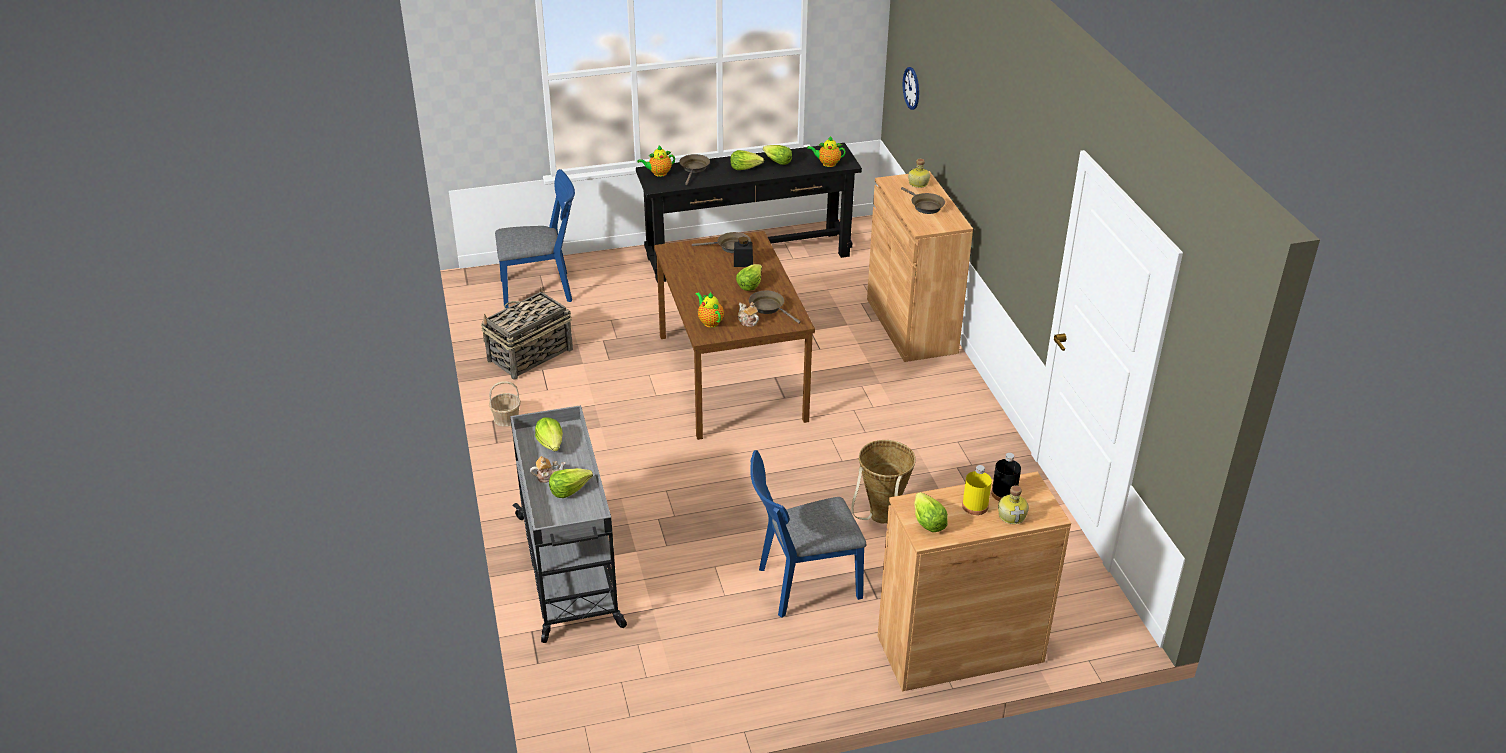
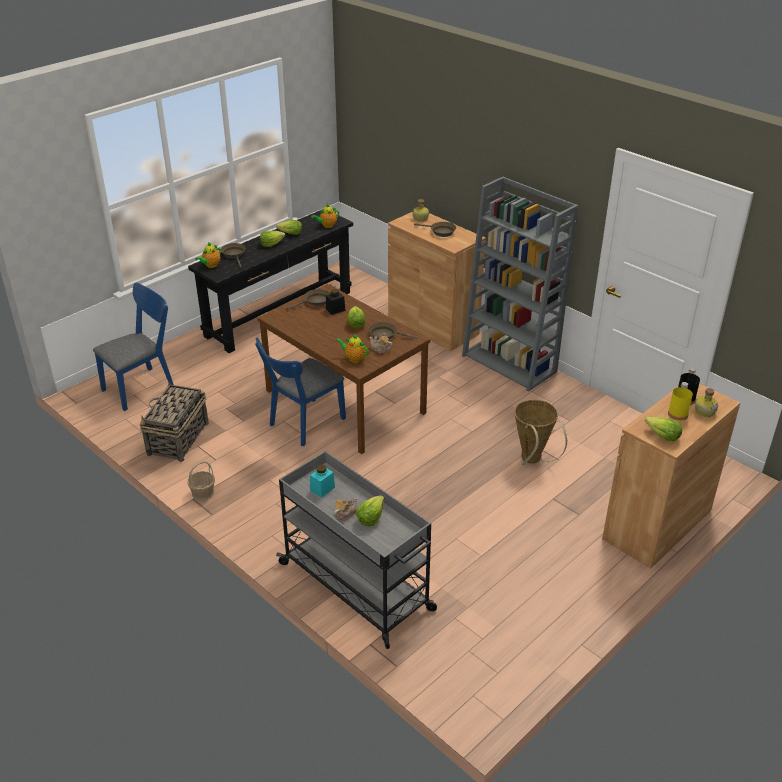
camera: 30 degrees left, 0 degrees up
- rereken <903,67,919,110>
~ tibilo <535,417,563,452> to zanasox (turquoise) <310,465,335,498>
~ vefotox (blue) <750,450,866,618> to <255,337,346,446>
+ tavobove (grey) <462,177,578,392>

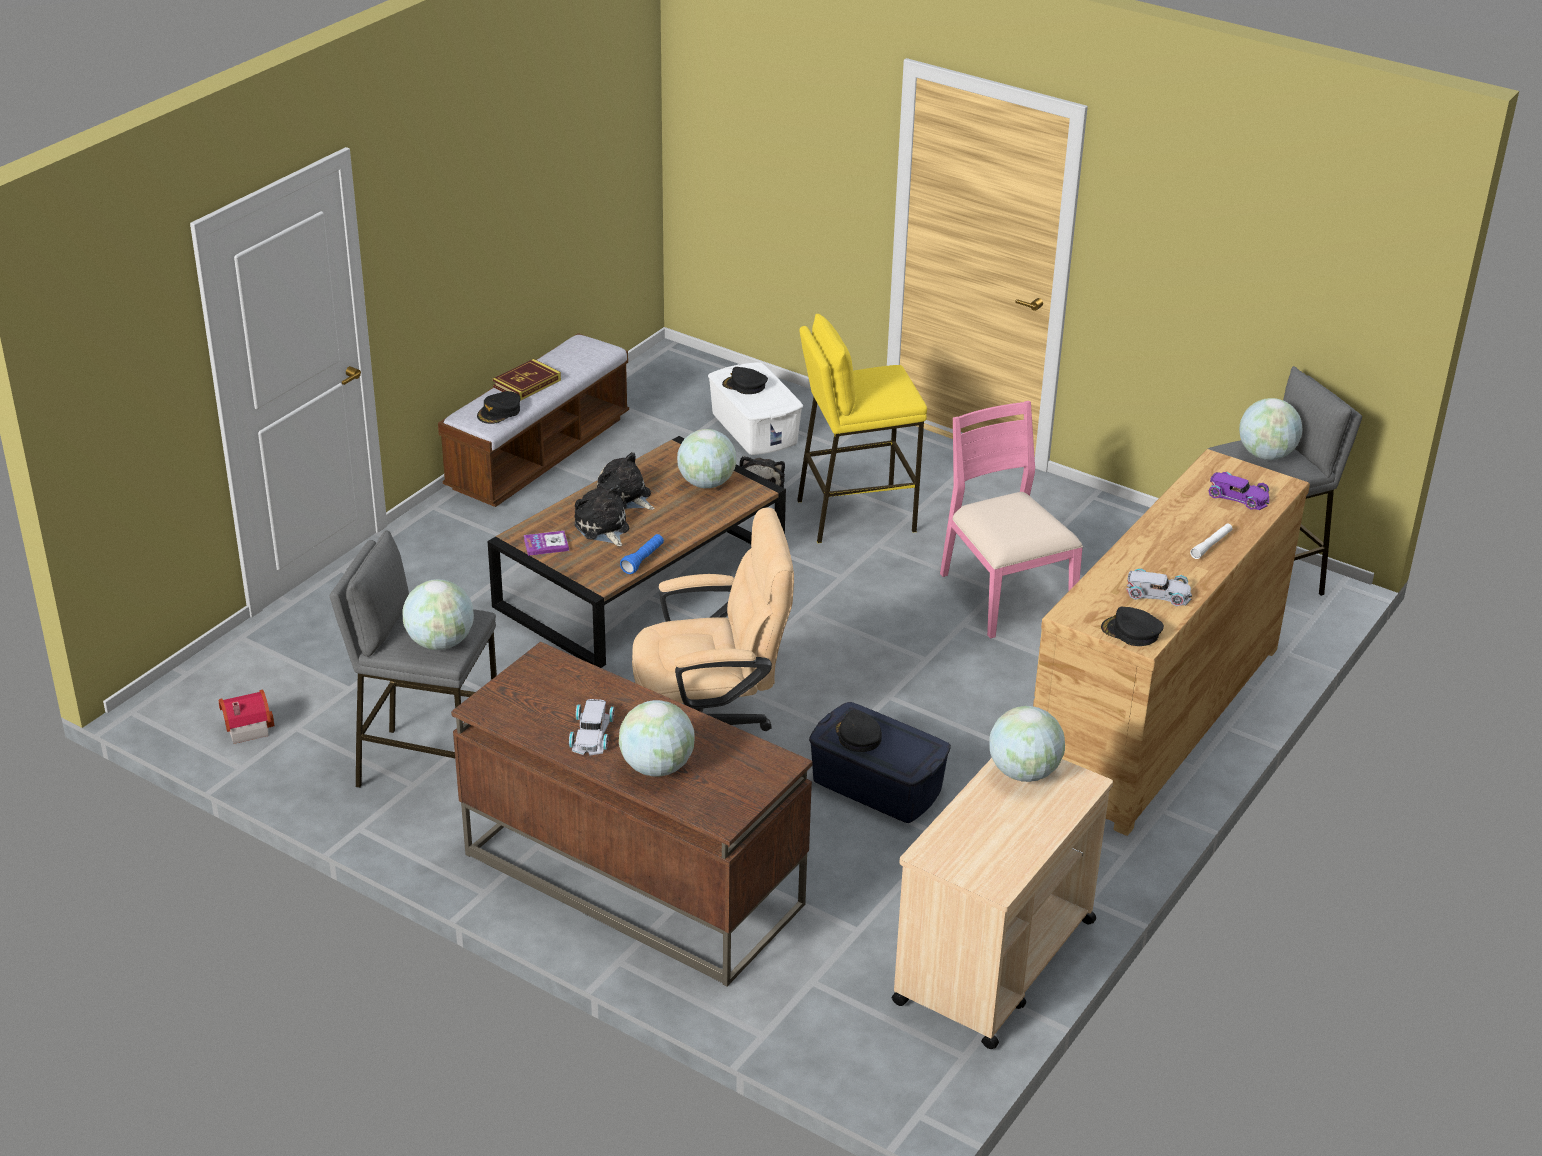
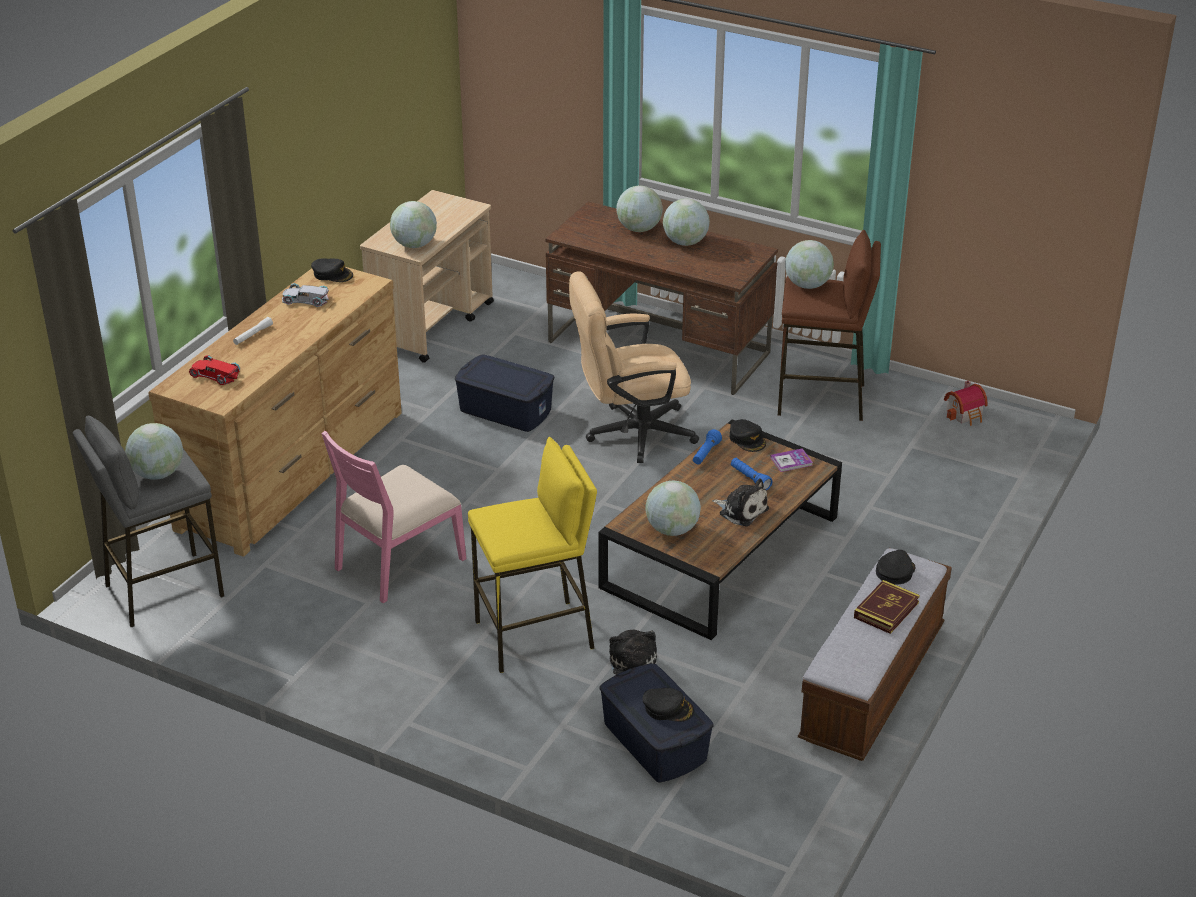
camera: 175 degrees right, 0 degrees up
~ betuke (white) <708,362,803,455> to betuke (blue) <600,663,714,783>
~ vefotox (pink) <940,401,1083,639> = <321,431,466,603> 75 degrees clockwise
~ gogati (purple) <1208,472,1270,510> to gogati (red) <189,355,240,385>
~ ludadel <575,485,629,546> to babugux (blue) <731,458,772,490>
~ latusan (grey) <330,530,497,788> to latusan (brown) <778,230,881,421>
~ gogati (white) <569,699,614,756> to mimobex <663,198,710,246>
~ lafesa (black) <835,710,882,752> to <730,419,766,452>

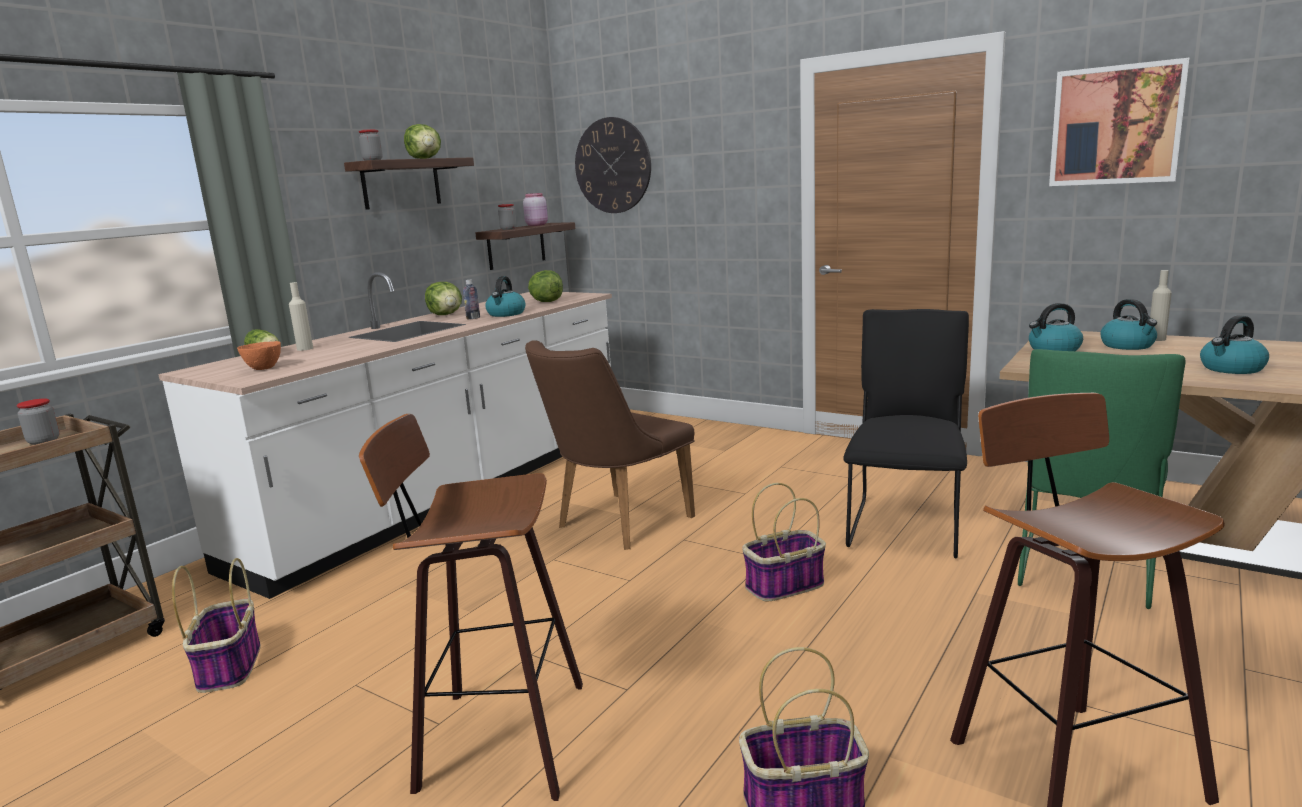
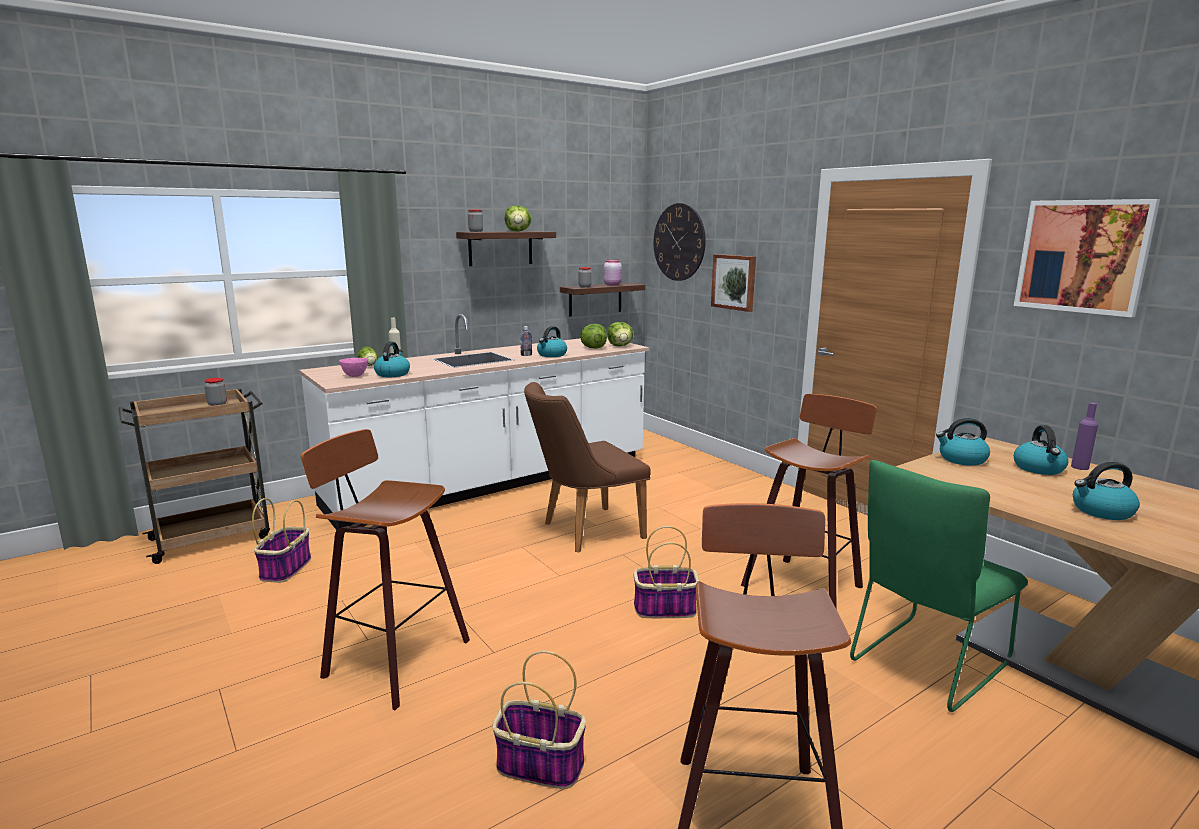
camera: 20 degrees right, 0 degrees up
~ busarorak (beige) <1150,270,1172,341> to busarorak (purple) <1071,403,1098,470>
~ tibilo <425,282,462,315> to <607,322,633,346>
~ vefotox (black) <843,309,969,558> to latusan <741,394,877,608>
~ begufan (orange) <237,341,281,370> to begufan (pink) <339,358,368,377>
+ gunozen <711,254,756,312>
+ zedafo <374,342,410,377>

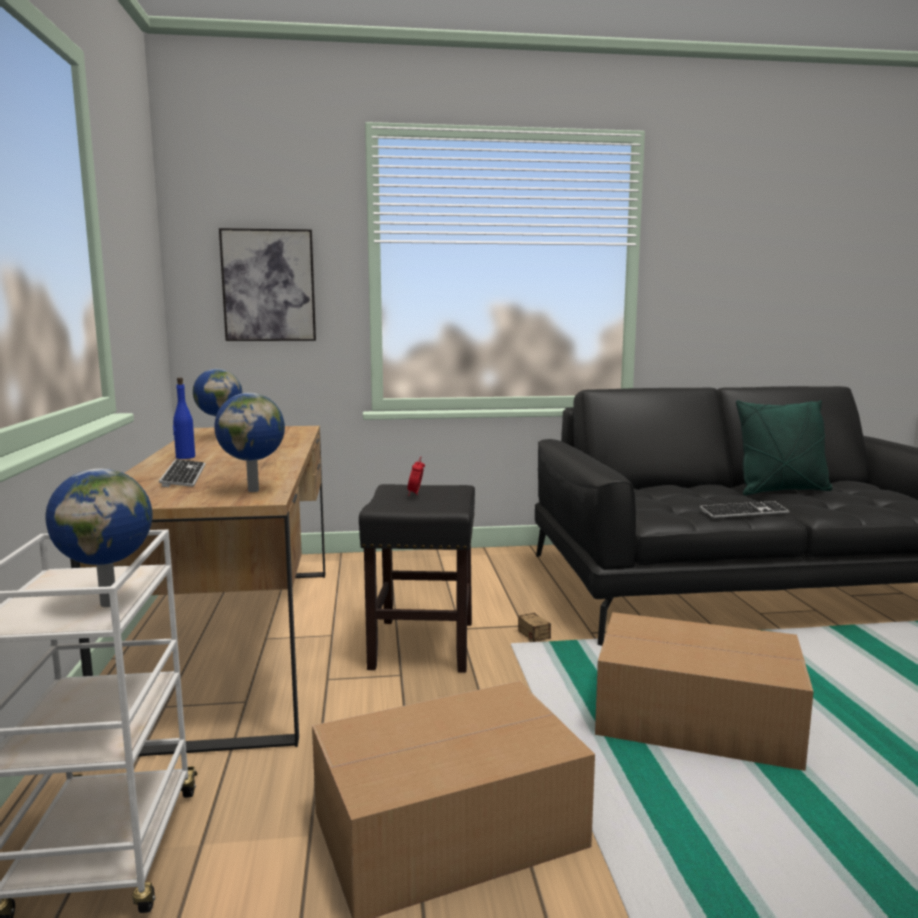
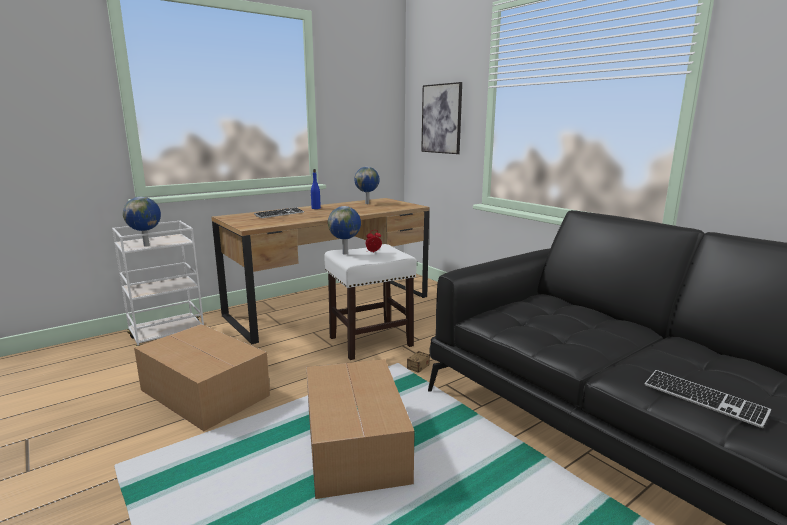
camera: 60 degrees right, 5 degrees up
~ mimobex <214,393,285,492> to <328,206,361,255>
- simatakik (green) <736,400,833,495>
~ latusan (black) <359,484,475,673> to latusan (white) <324,244,417,360>
~ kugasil <700,501,789,518> to <644,370,771,428>

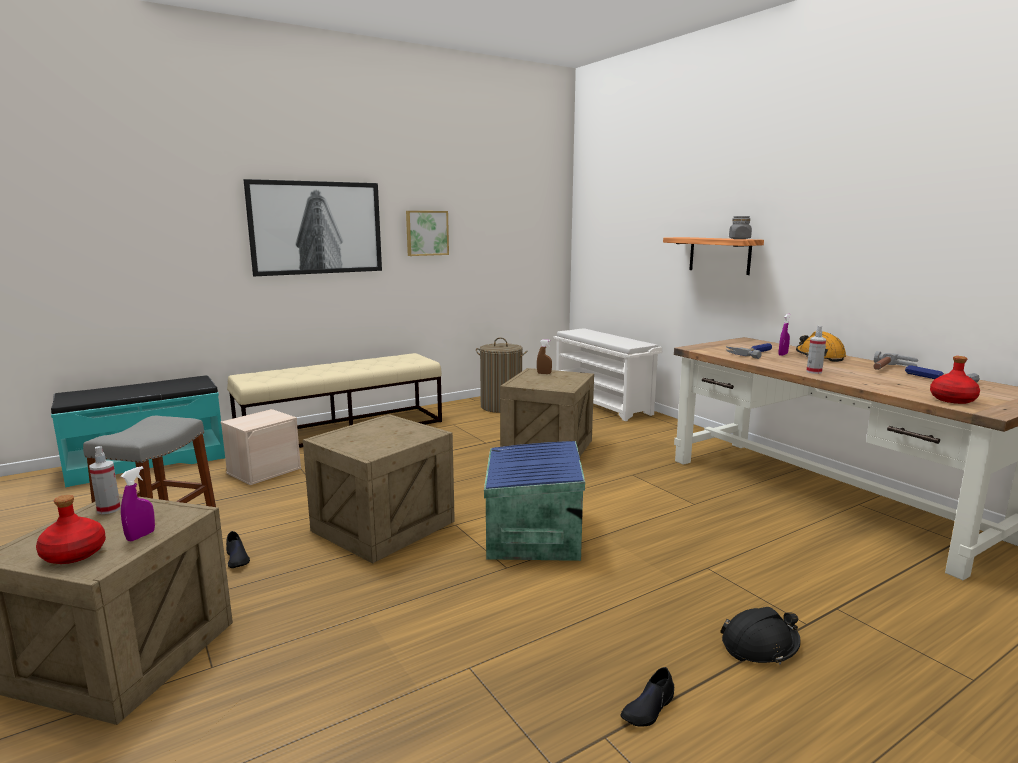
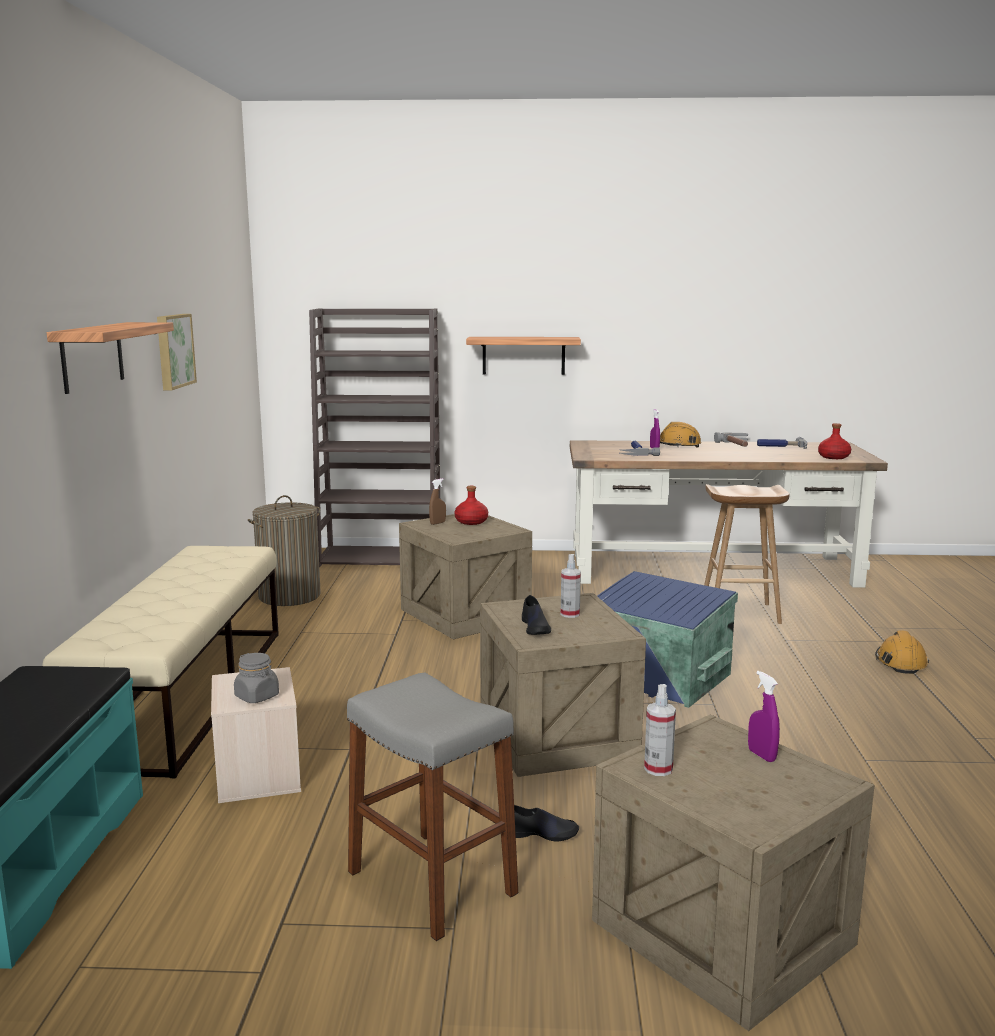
camera: 55 degrees left, 0 degrees up
~ gunozen <243,179,382,276> to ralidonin <47,322,174,394>
~ zanasox (grey) <729,216,752,239> to <234,653,279,703>
~ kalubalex <806,326,826,374> to <561,554,581,618>
~ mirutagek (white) <553,328,662,421> to tavobove (brown) <309,308,440,567>
~ busarorak (red) <36,495,106,564> to <454,486,488,525>
~ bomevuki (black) <720,607,801,665> to bomevuki (orange) <875,630,929,674>
~ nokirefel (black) <621,667,674,726> to <522,595,551,635>
+ latusan (brown) <704,484,790,624>

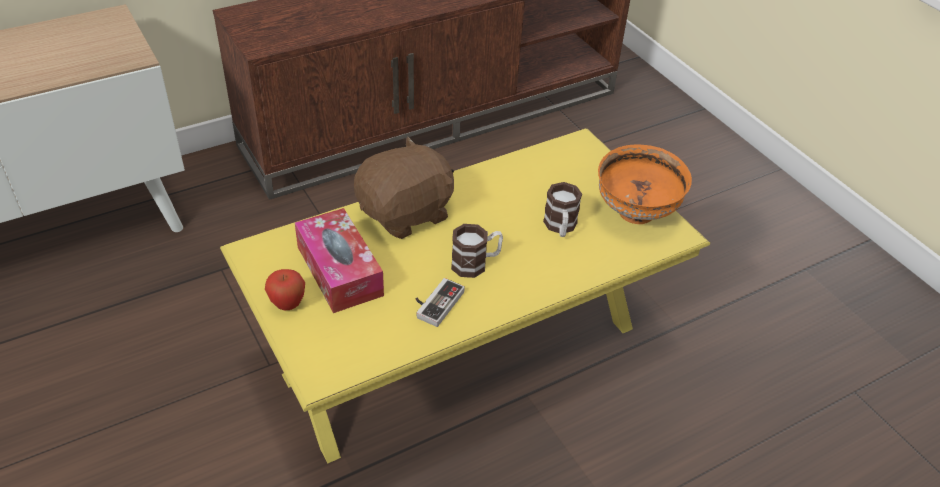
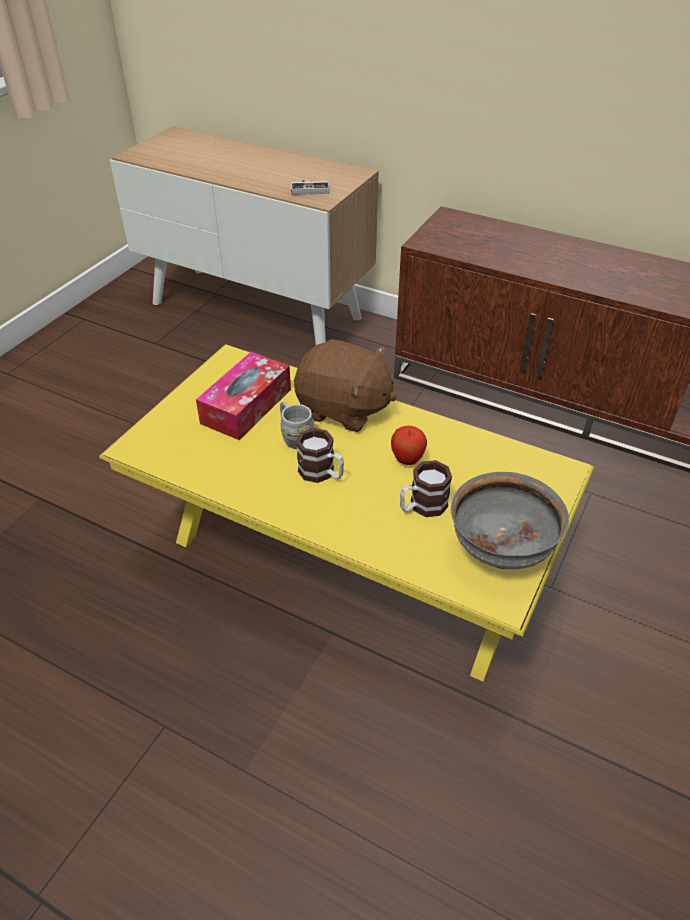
camera: 60 degrees right, 0 degrees up
~ begufan (orange) <598,144,692,224> to begufan (grey) <451,472,569,569>
~ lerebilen <265,269,305,310> to <391,426,427,465>
~ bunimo <416,278,465,327> to <291,180,330,195>
+ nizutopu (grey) <280,401,314,449>

